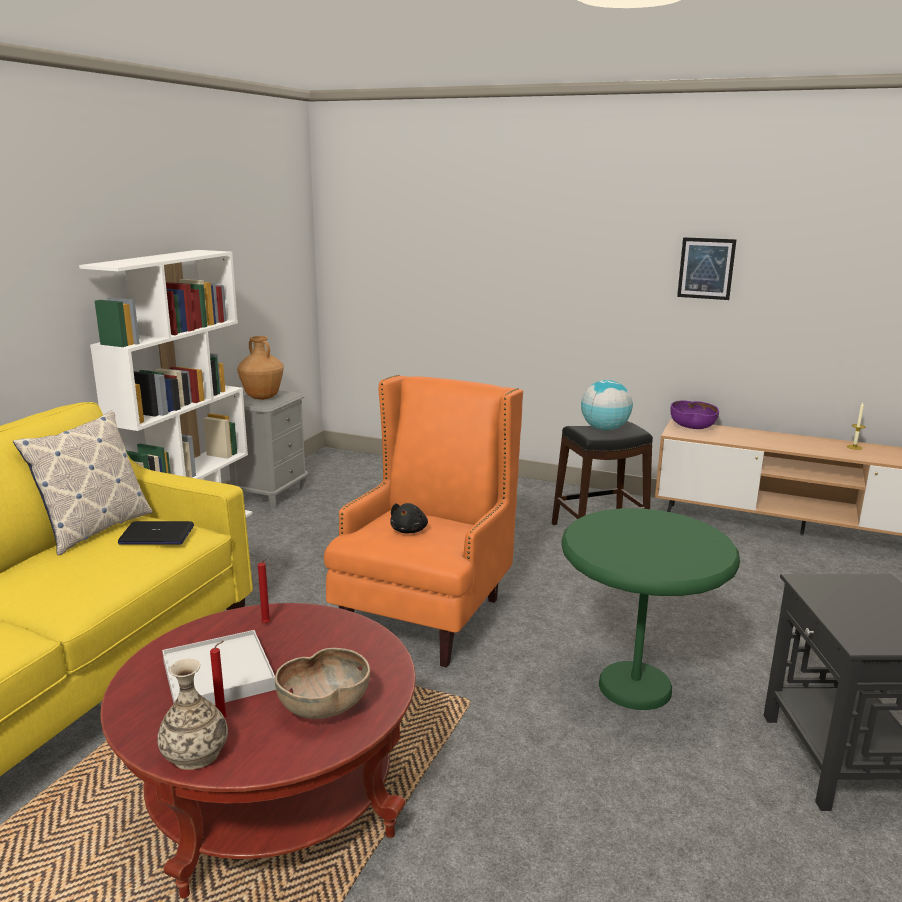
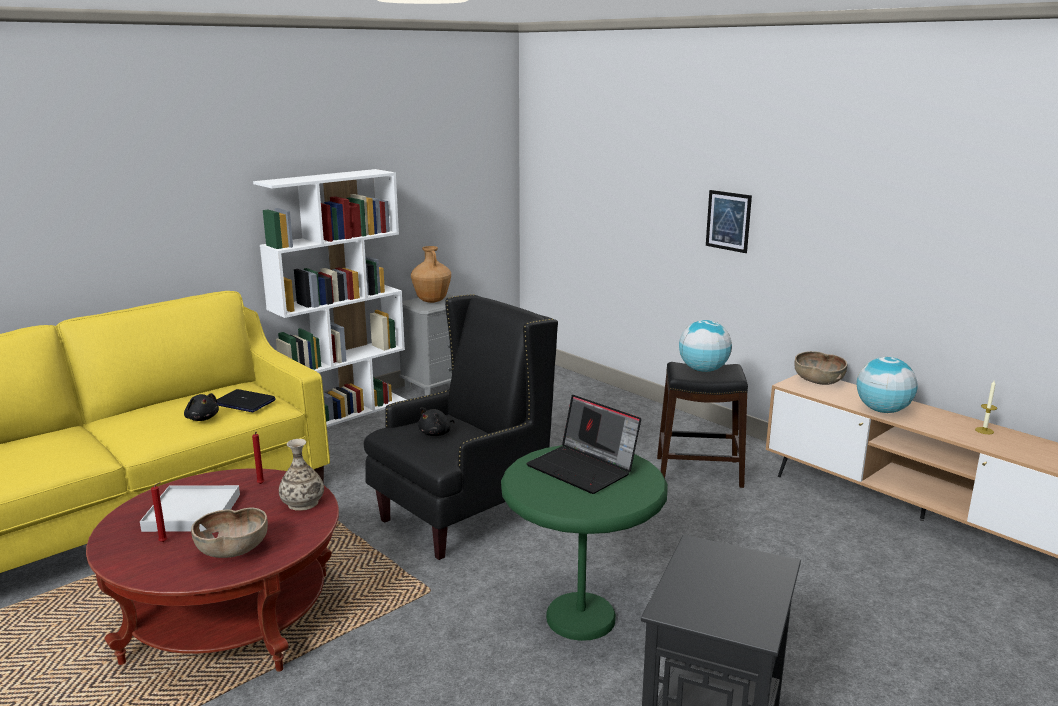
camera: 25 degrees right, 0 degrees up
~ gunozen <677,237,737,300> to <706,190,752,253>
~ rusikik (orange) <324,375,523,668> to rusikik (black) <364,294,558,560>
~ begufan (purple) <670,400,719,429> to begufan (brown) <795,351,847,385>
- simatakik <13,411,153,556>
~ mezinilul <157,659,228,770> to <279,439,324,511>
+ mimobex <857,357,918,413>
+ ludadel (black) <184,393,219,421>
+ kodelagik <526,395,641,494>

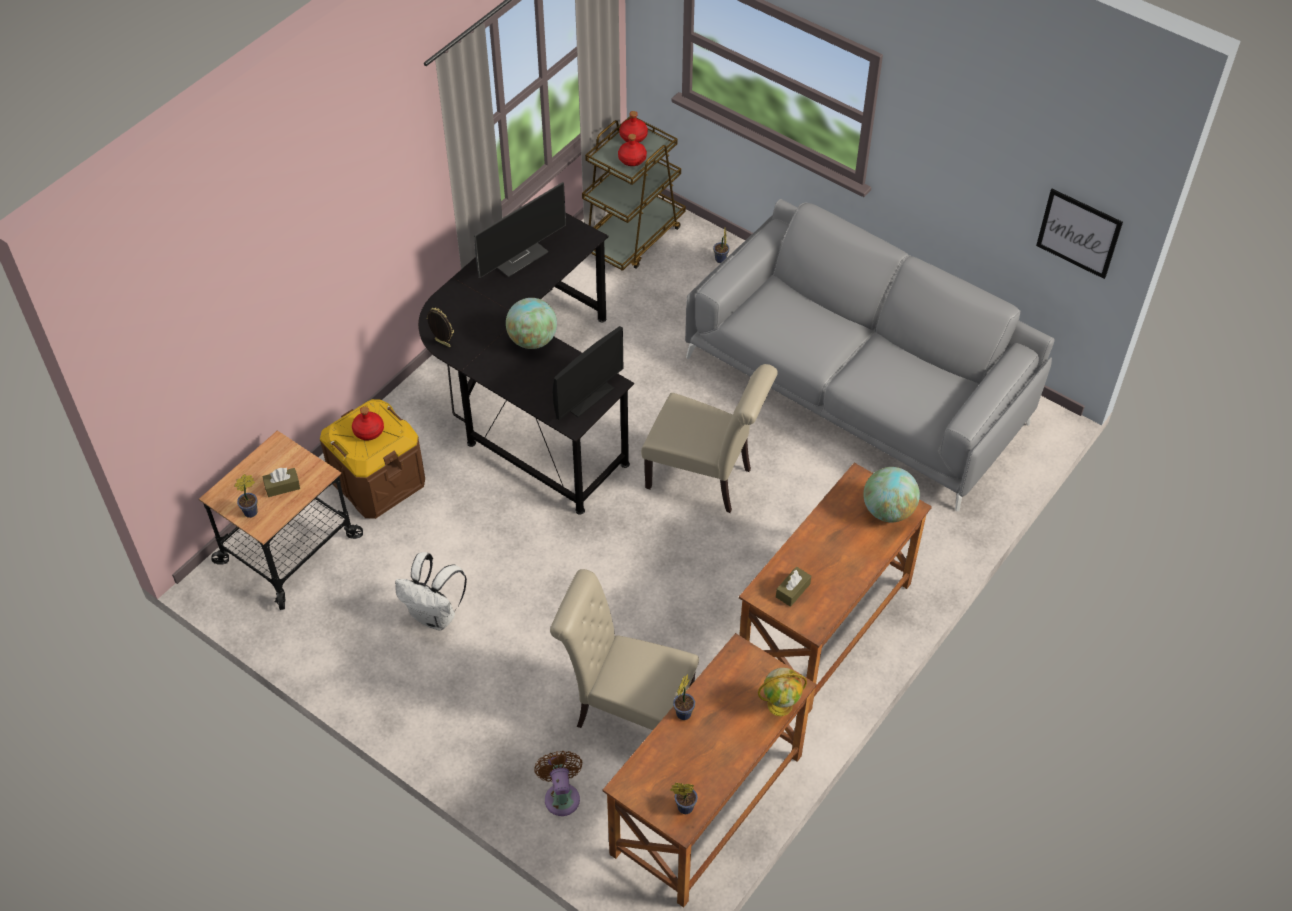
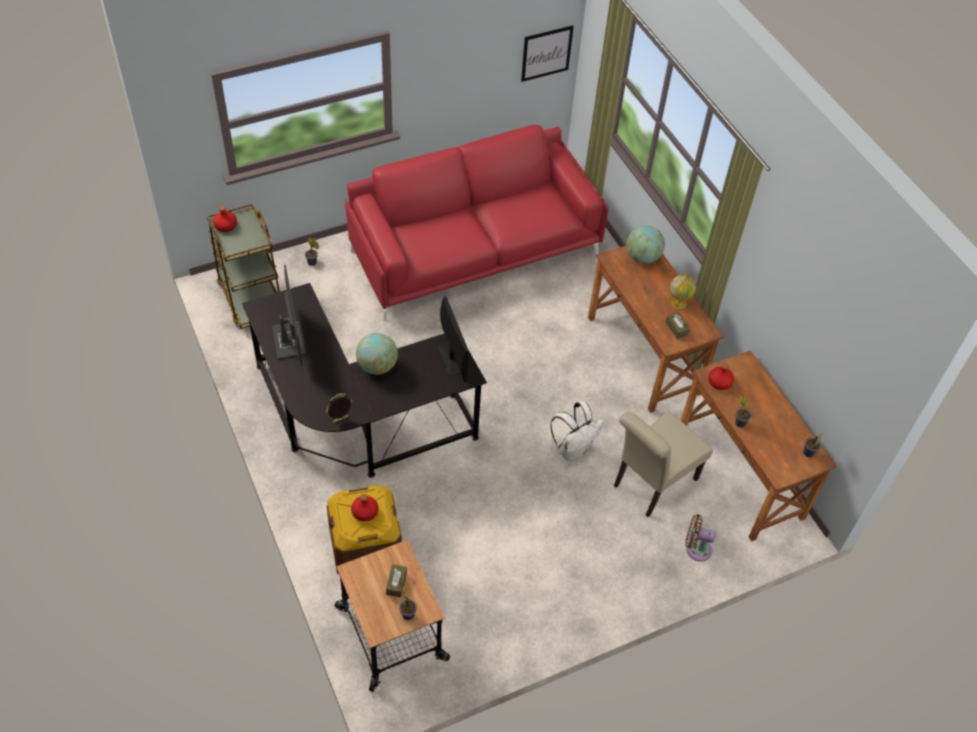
camera: 65 degrees left, 0 degrees up
~ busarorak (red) <618,134,647,166> to <708,363,734,390>
~ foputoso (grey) <685,199,1055,511> to foputoso (red) <345,125,609,321>
- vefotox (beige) <641,364,778,513>
~ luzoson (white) <395,552,467,631> to <550,401,604,461>
~ mimobex <758,668,807,716> to <670,272,696,309>

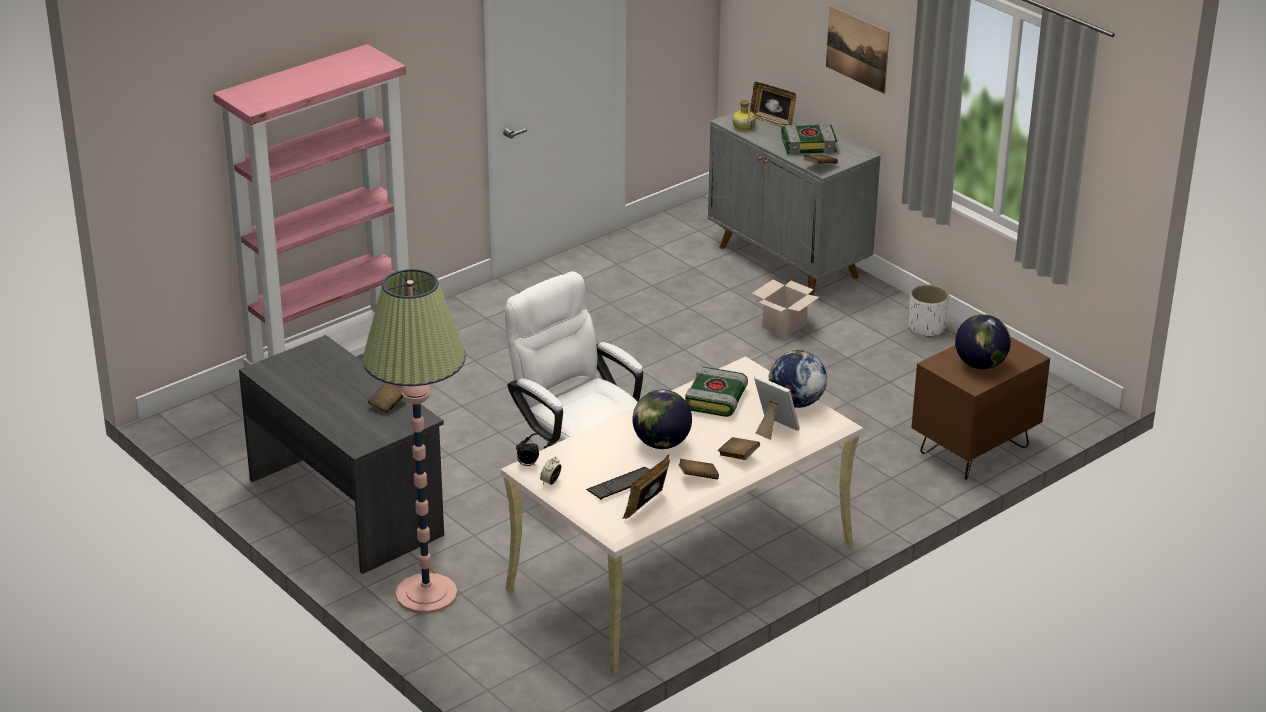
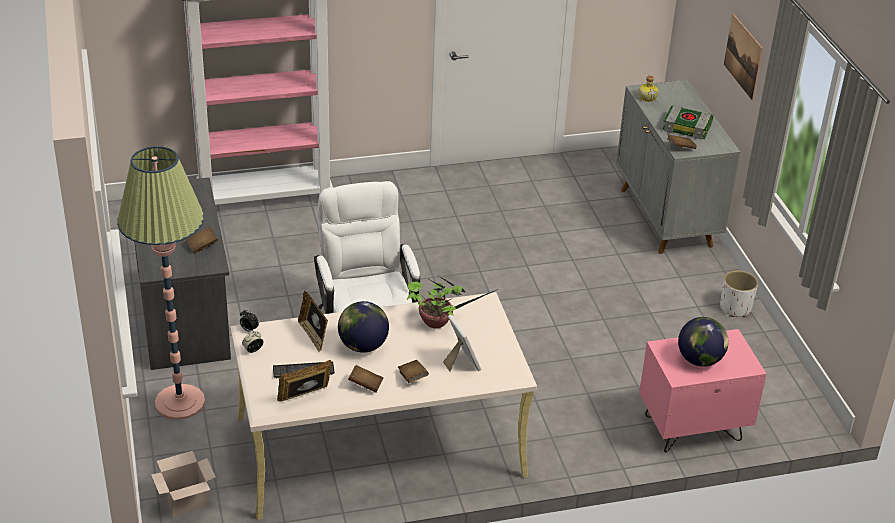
camera: 25 degrees right, 5 degrees up
~ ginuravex <750,82,796,128> to <298,291,328,352>
~ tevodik <752,280,819,338> to <151,451,216,517>
~ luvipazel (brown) <911,337,1050,480> to luvipazel (pink) <639,329,766,453>
- mimobex <769,350,827,408>
~ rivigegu <685,366,748,417> to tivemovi <407,276,498,328>

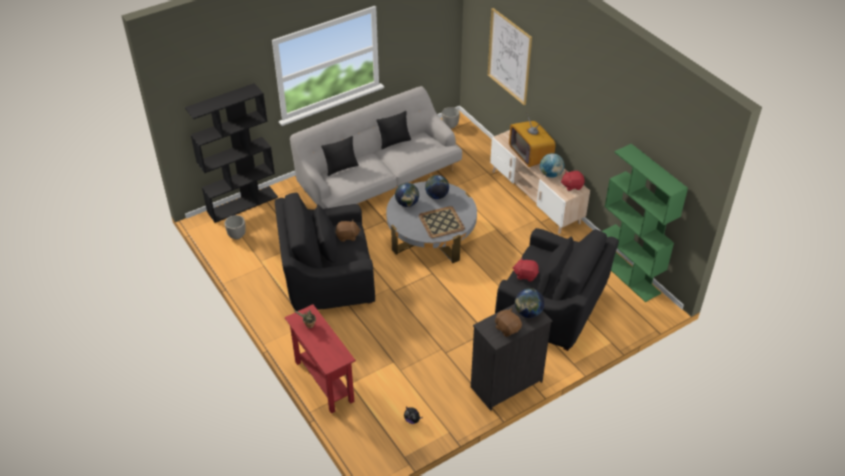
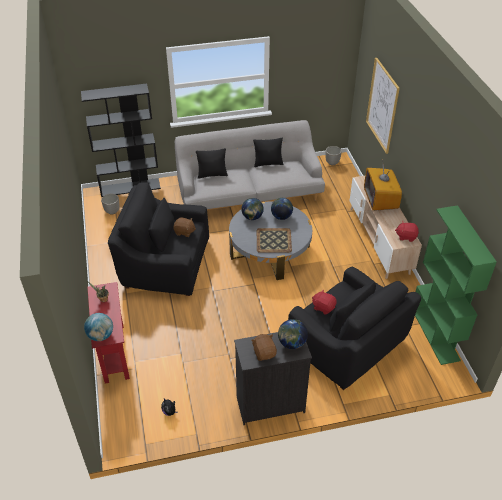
camera: 20 degrees right, 0 degrees up
~ mimobex <540,153,564,178> to <84,313,113,341>

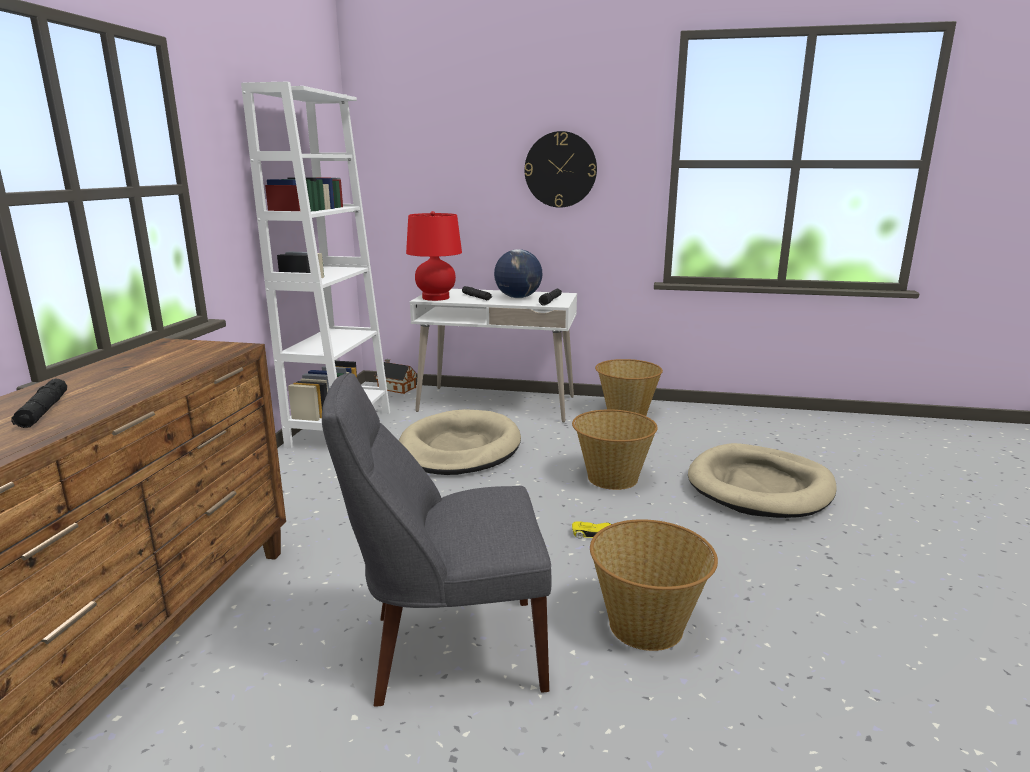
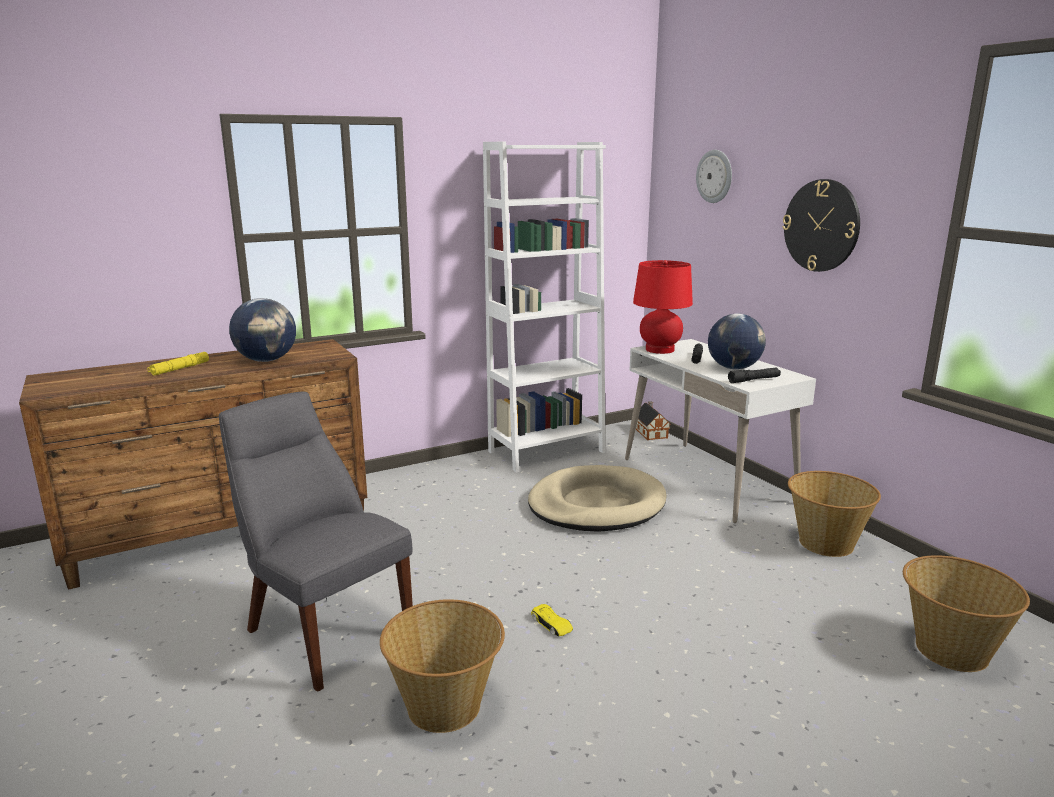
camera: 50 degrees right, 0 degrees up
~ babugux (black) <11,379,67,428> to babugux (yellow) <147,352,209,376>
~ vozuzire <572,410,658,490> to <903,555,1030,672>
- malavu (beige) <688,443,837,518>
+ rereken <696,150,732,203>
+ mimobex <229,298,296,362>

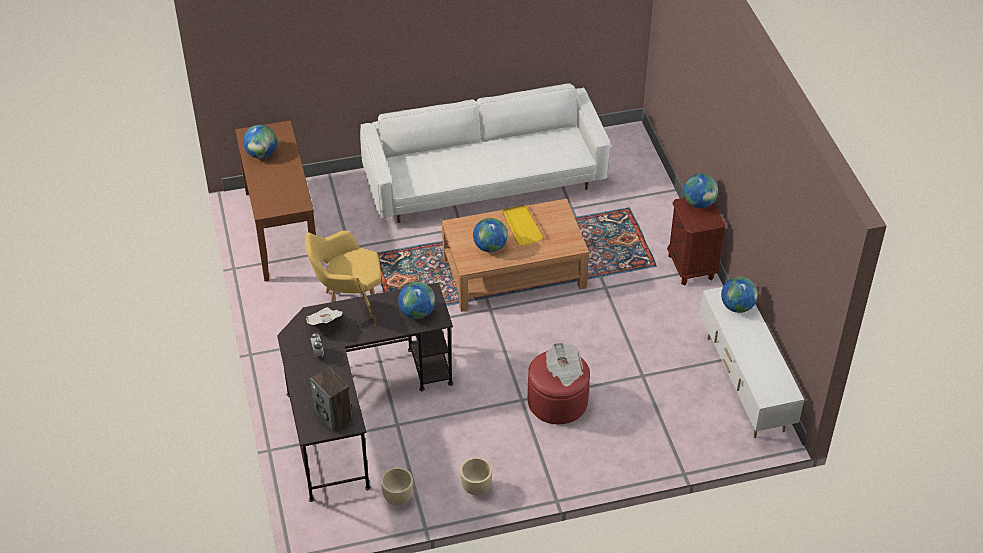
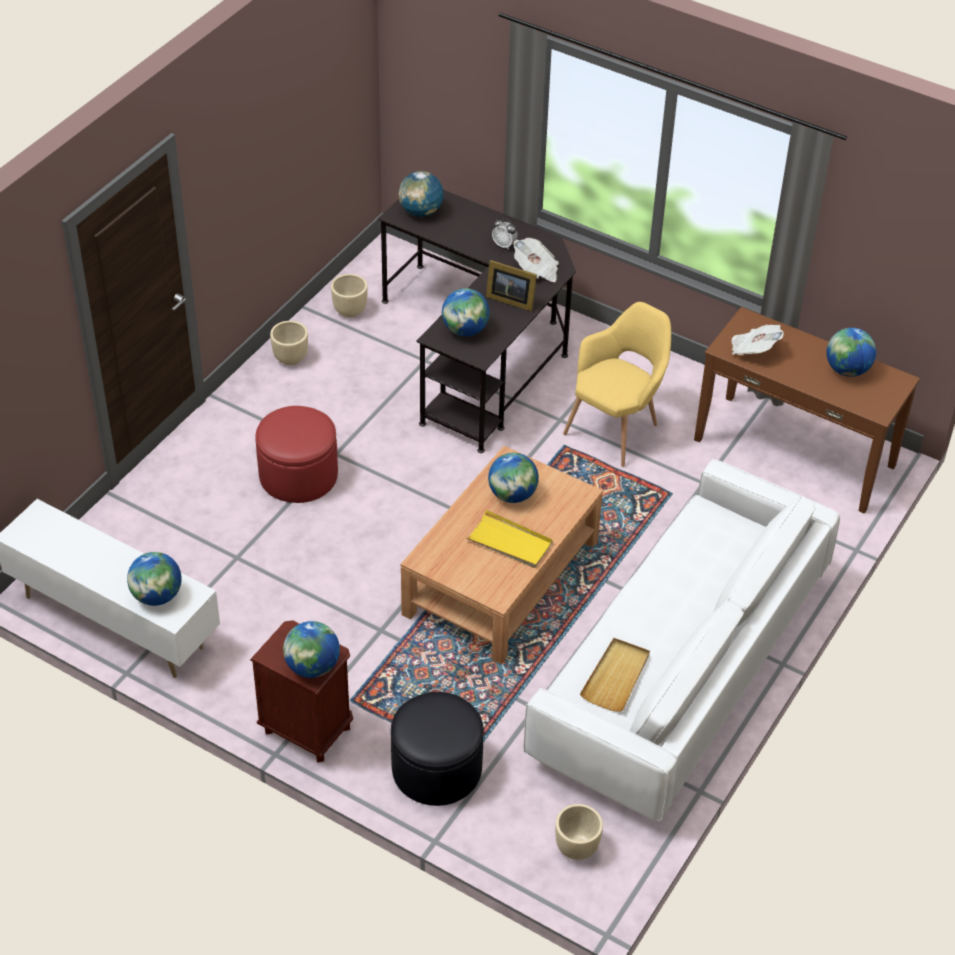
camera: 135 degrees right, 0 degrees up
~ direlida <546,342,583,386> to <732,325,784,355>
~ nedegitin <310,367,352,432> to mimobex <399,171,444,217>
+ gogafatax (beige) <580,638,650,712>
+ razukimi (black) <391,692,484,806>
+ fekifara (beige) <555,804,603,860>

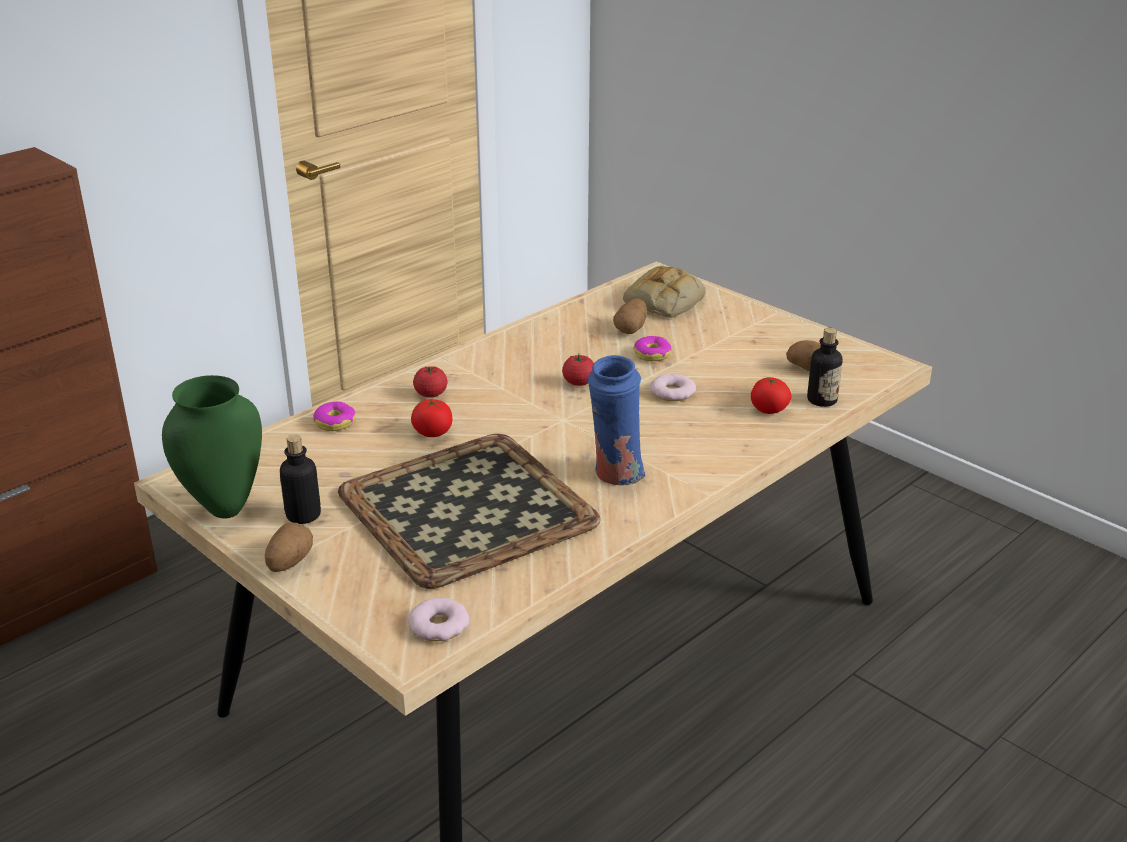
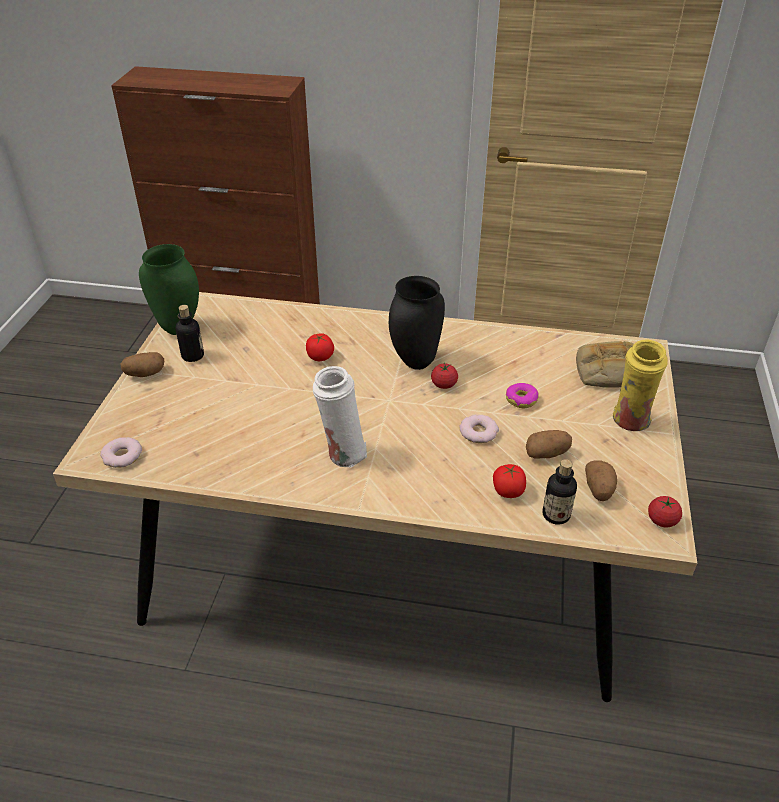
camera: 55 degrees right, 10 degrees up
~ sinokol <613,298,647,334> to <526,430,572,459>
~ mezinilul (blue) <588,355,645,485> to mezinilul (white) <313,366,367,467>
~ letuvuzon <413,366,448,398> to <648,496,682,527>
- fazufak <314,401,356,431>
- gogafatax <338,434,600,589>
+ mezinilul (black) <389,276,445,370>
+ mezinilul (yellow) <613,340,668,431>

